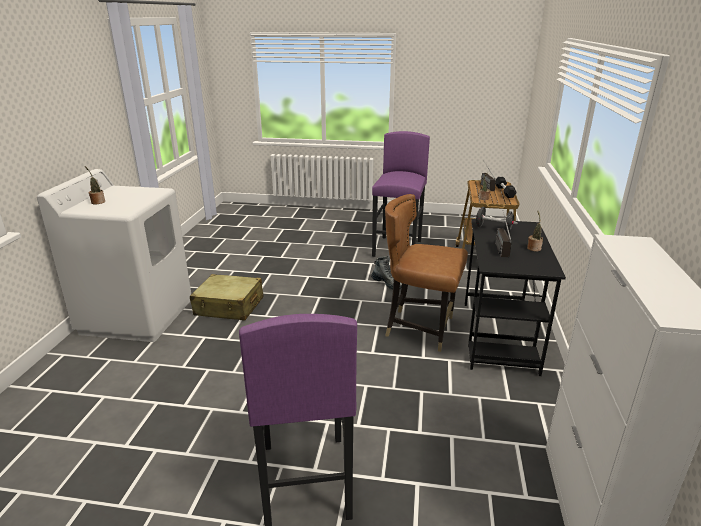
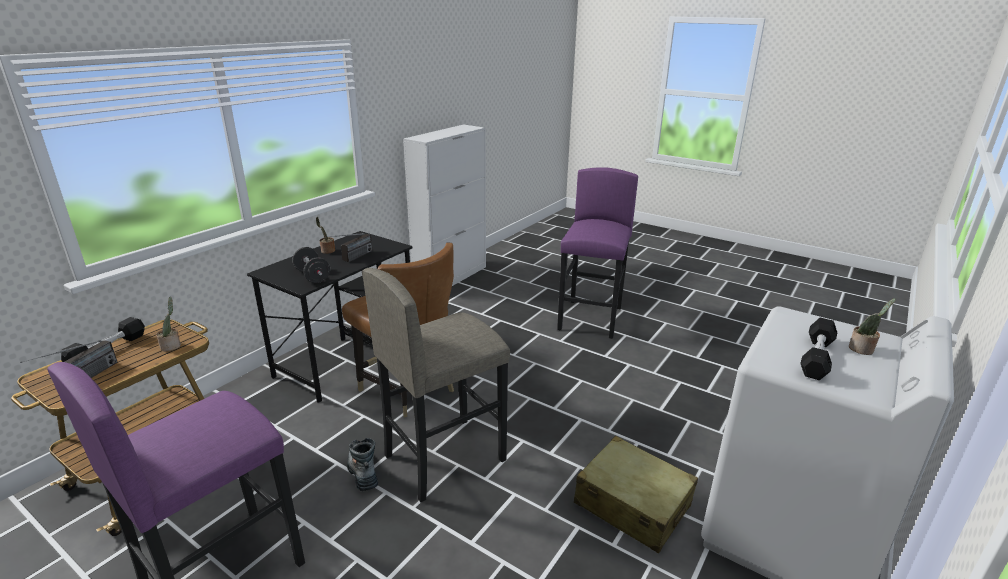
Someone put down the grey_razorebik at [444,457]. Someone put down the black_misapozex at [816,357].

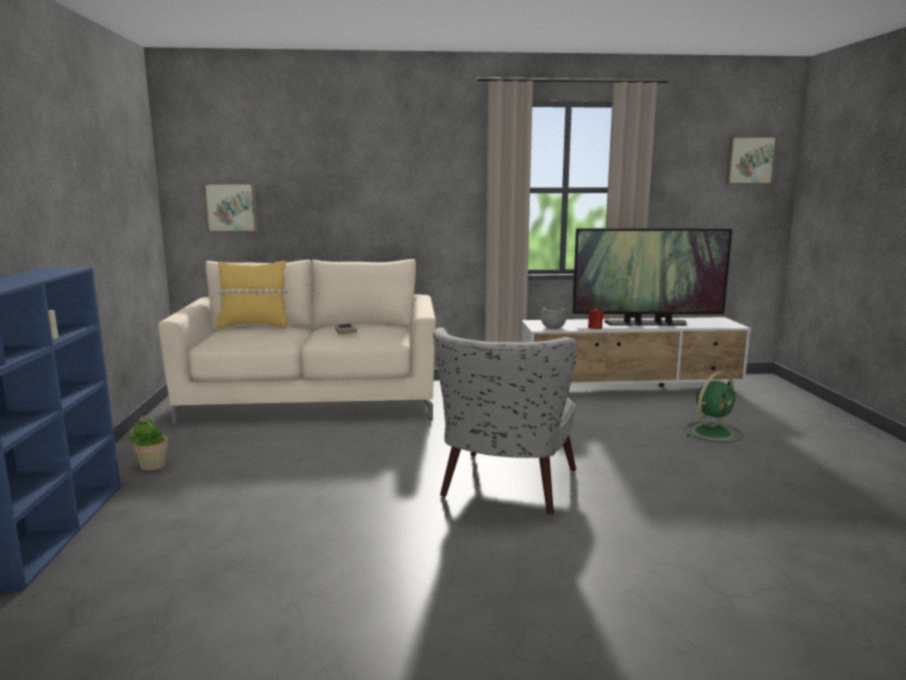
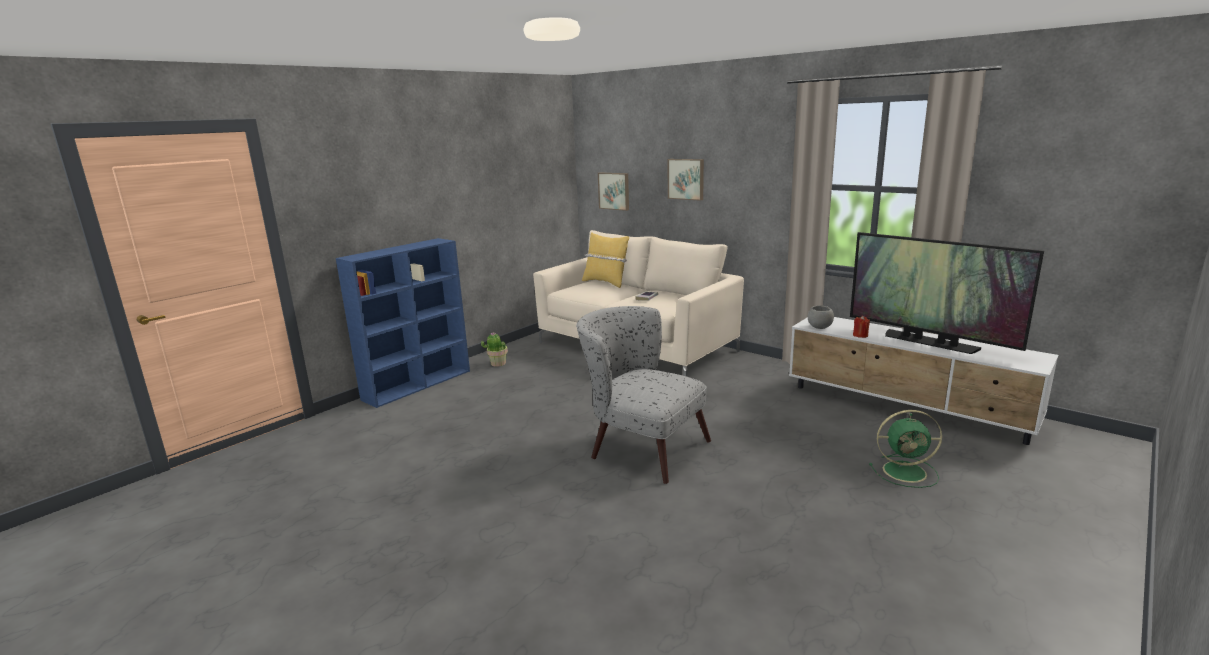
Someone rotated the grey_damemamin at [504,489] by 60 degrees clockwise. Someone carried the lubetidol from [749,160] to [686,179].

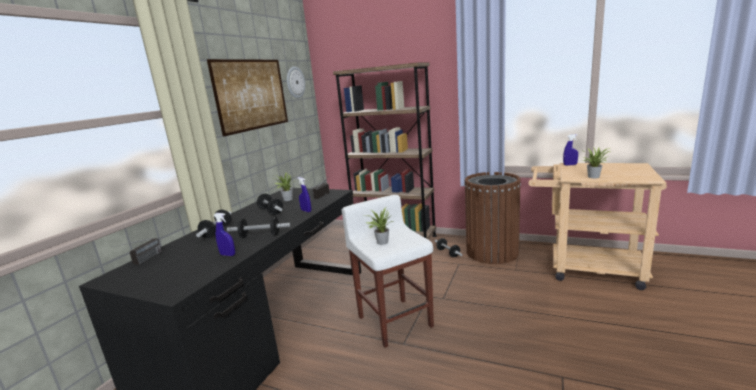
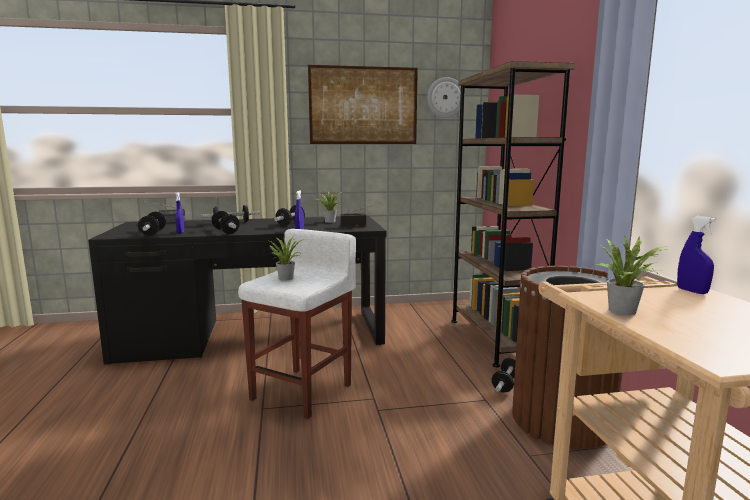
Someone put down the misapozex at [153,233].

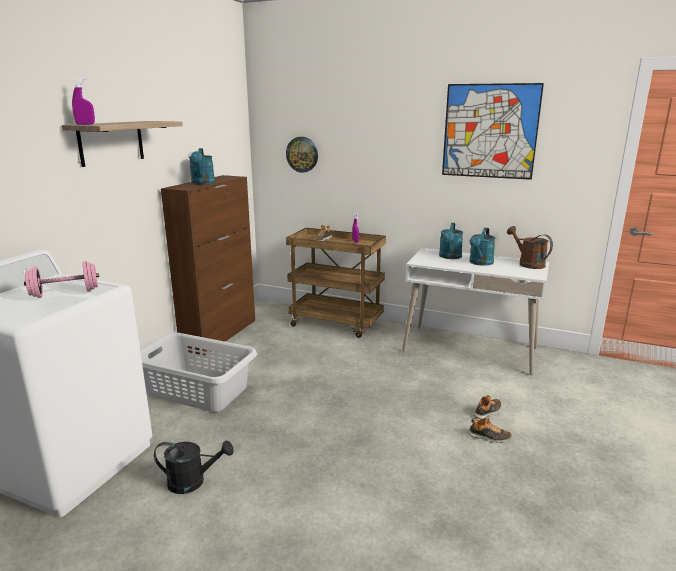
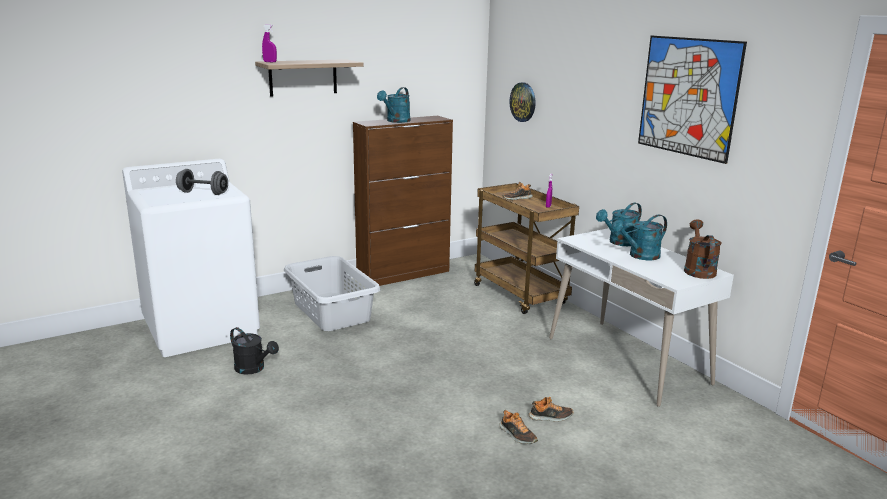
Someone repainted the pink_misapozex at [65,293], which became the grey_misapozex at [203,193].

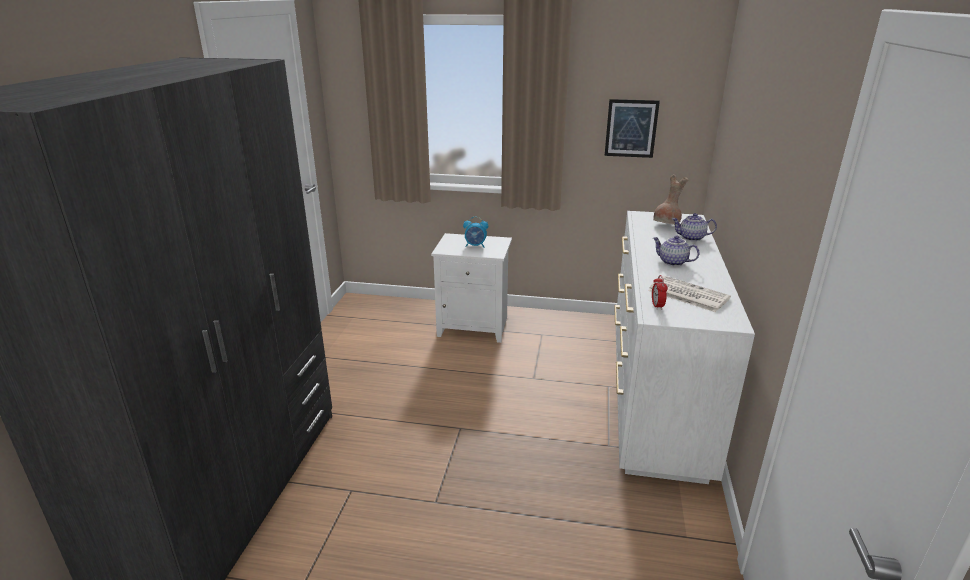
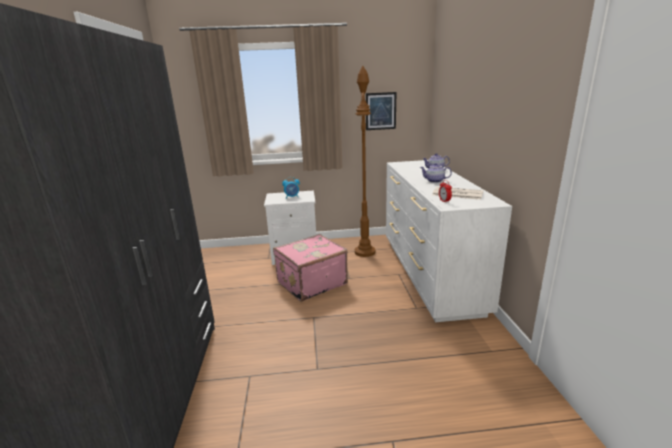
Someone put down the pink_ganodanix at [311,283]. Someone put down the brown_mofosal at [365,252]. Someone took away the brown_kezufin at [667,226].

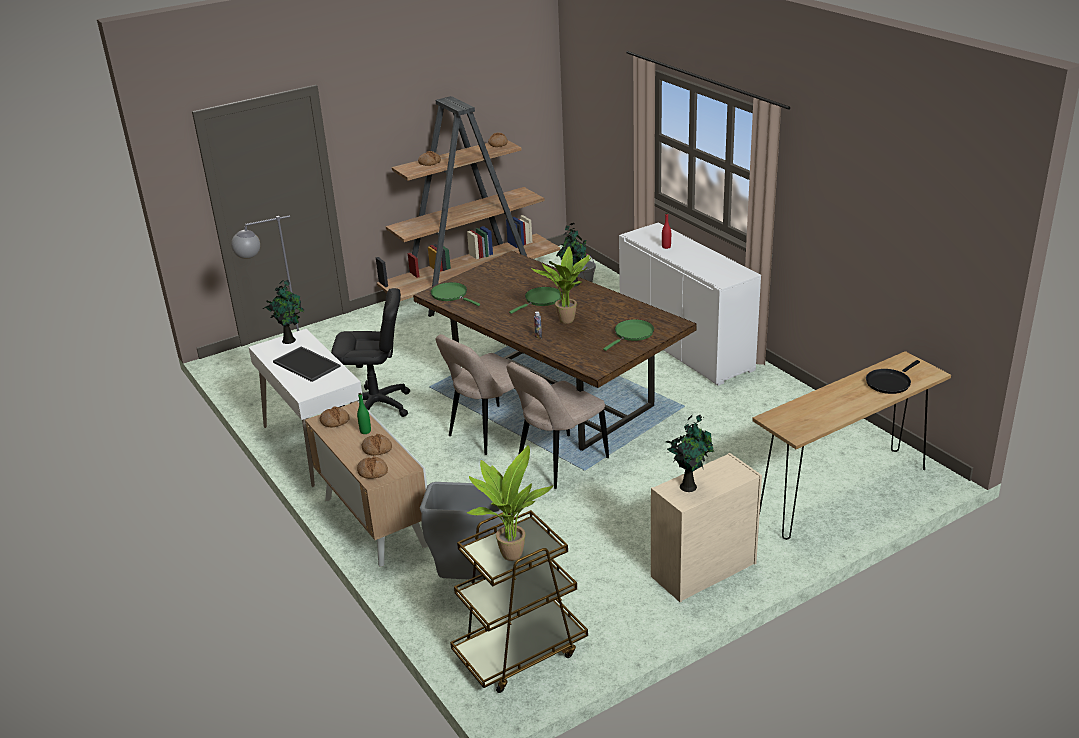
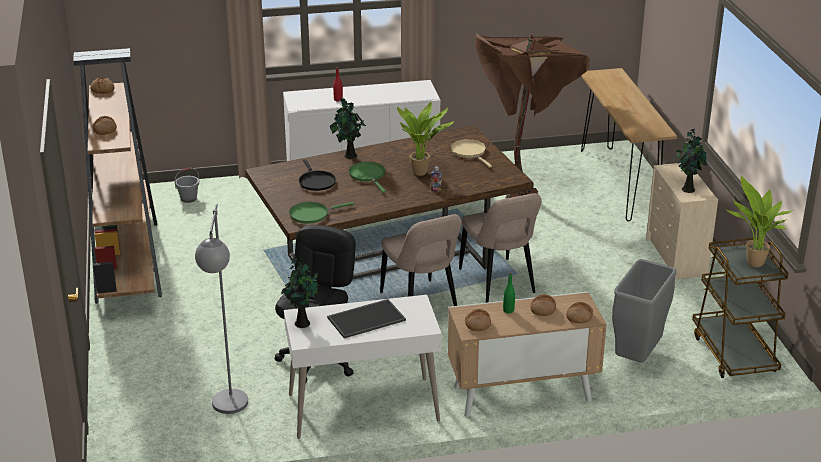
Someone carried the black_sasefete from [889,382] to [316,182]. Someone repainted the green_sasefete at [632,334], which became the beige_sasefete at [469,152]. Someone put down the brown_mofosal at [524,191].

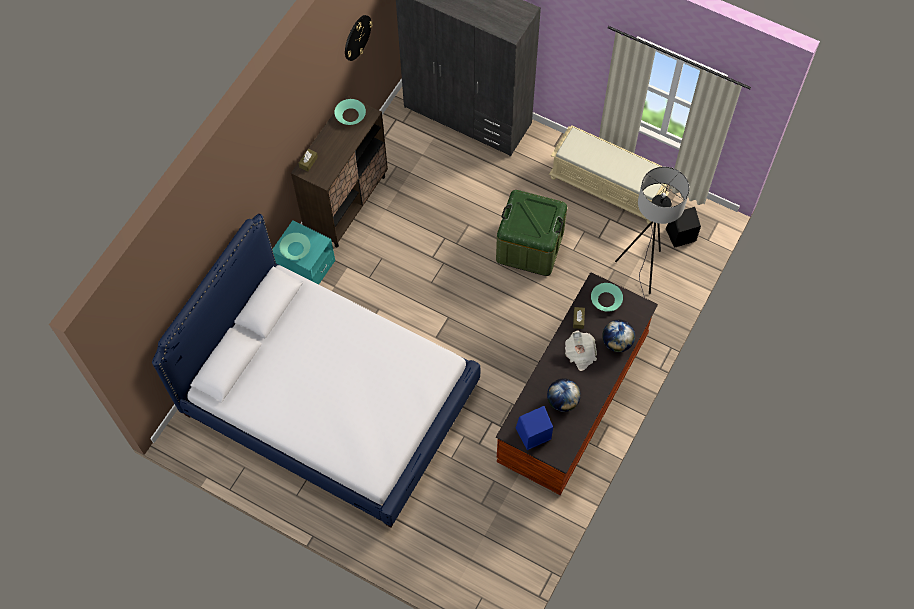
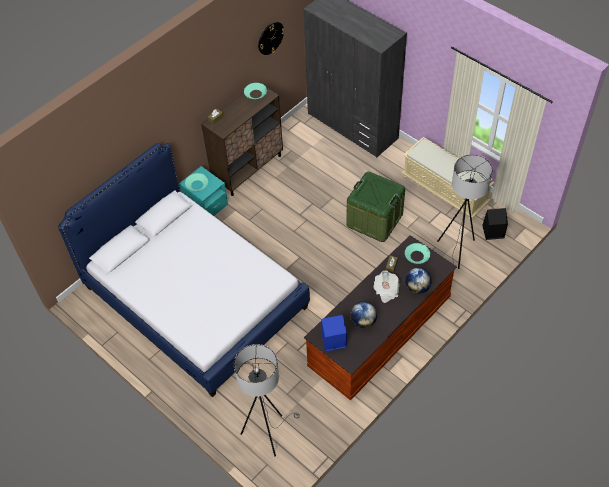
Someone put down the grey_mofosal at [267,432].

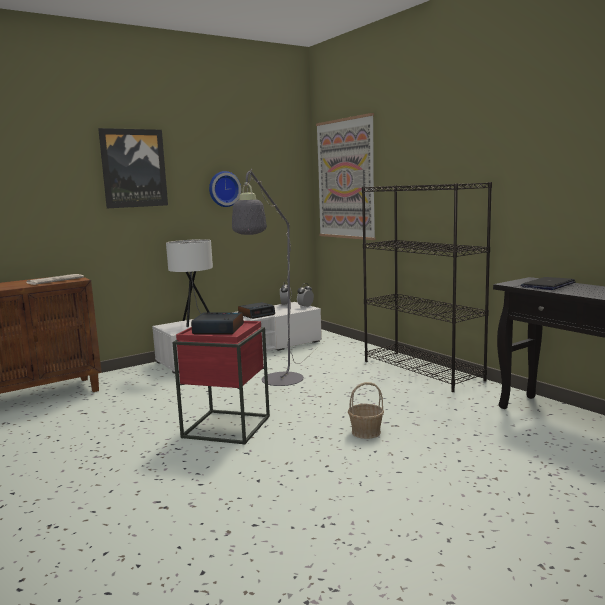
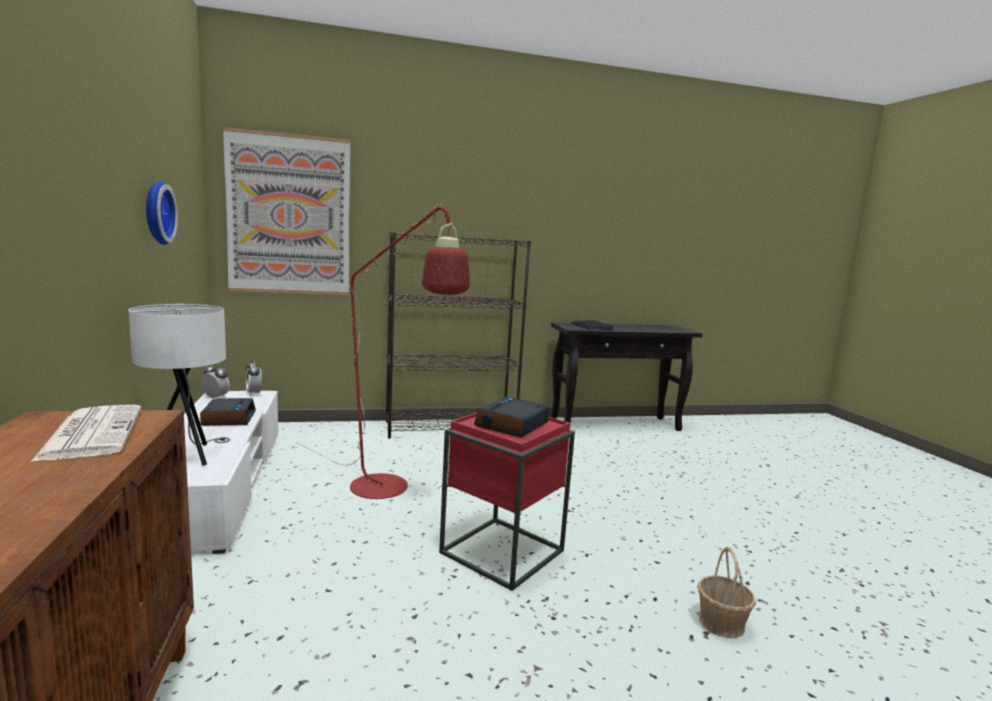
Someone repainted the grey_mofosal at [278,382], which became the red_mofosal at [389,491]. Someone carried the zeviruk from [365,432] to [721,623]. Someone took away the lubetidol at [133,168].

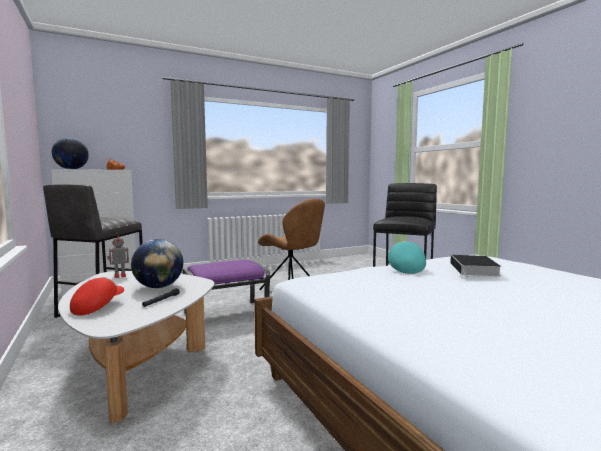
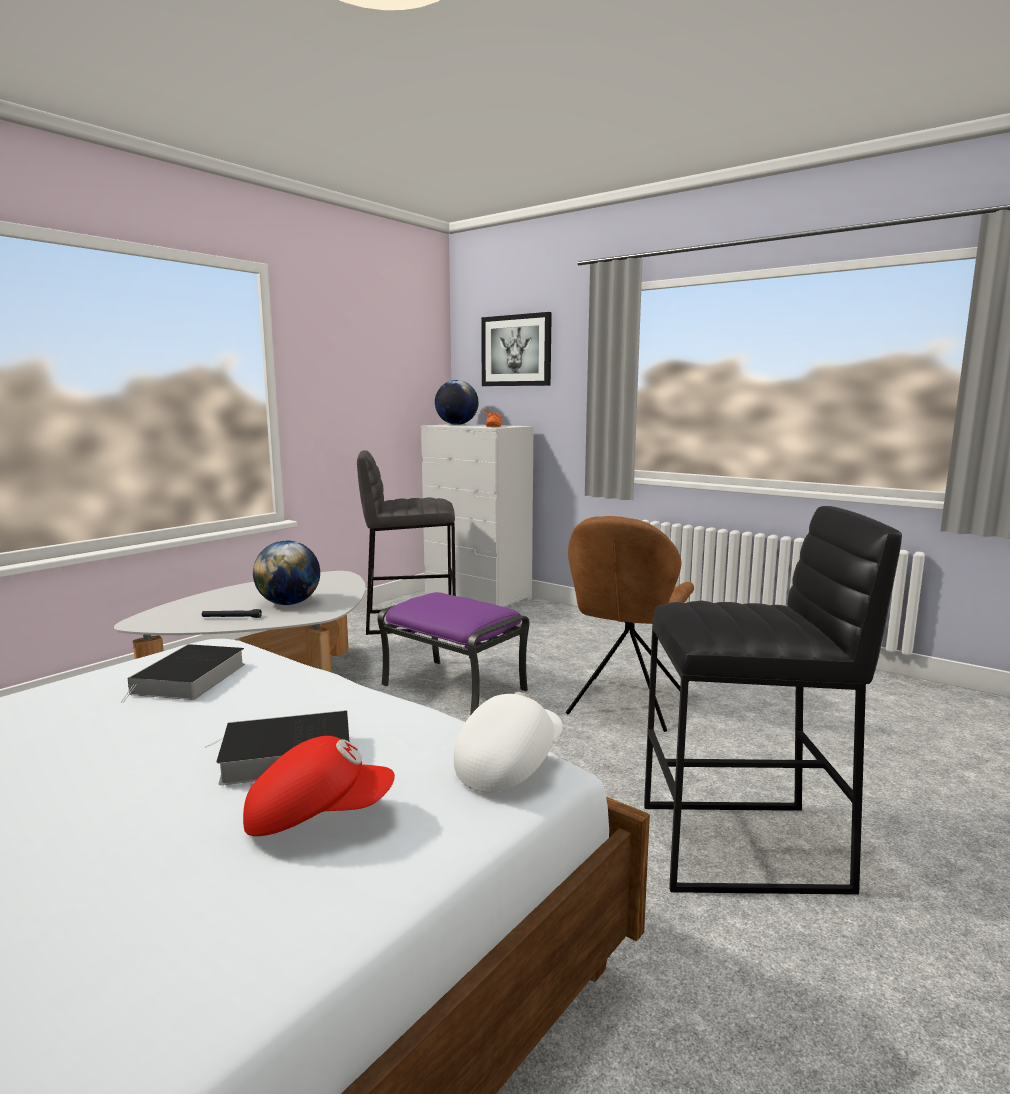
Someone put down the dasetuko at [189,679]. Someone carried the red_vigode from [98,307] to [317,815]. Someone put down the white_vigode at [508,764]. Someone put up the lubetidol at [516,350]. Someone took away the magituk at [119,276]. Someone took away the turquoise_vigode at [404,268].

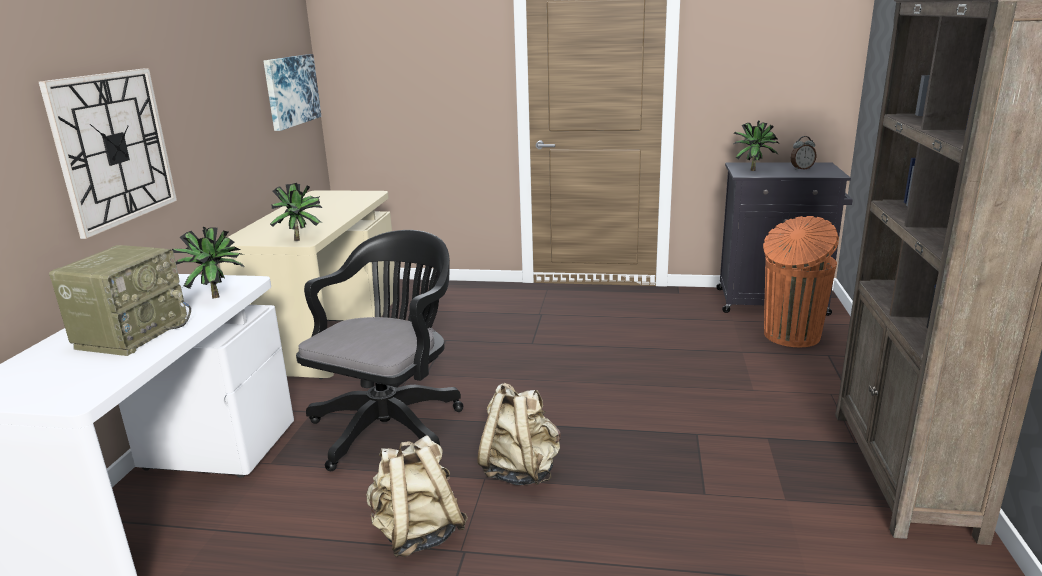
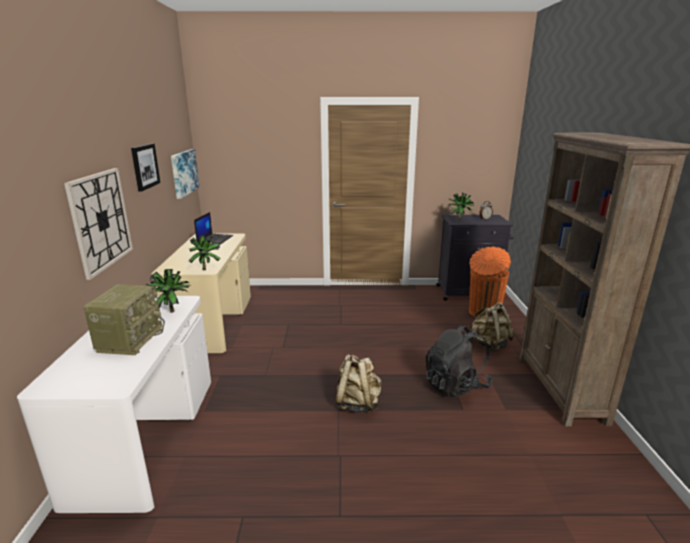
Someone put up the lubetidol at [144,166]. Someone put down the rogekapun at [215,239]. Someone put down the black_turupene at [455,385]. Someone carried the beige_turupene from [417,533] to [489,344]. Someone took away the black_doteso at [391,425].

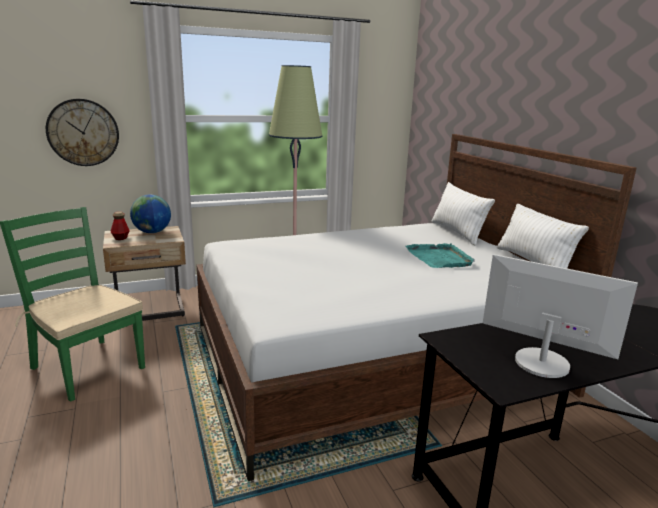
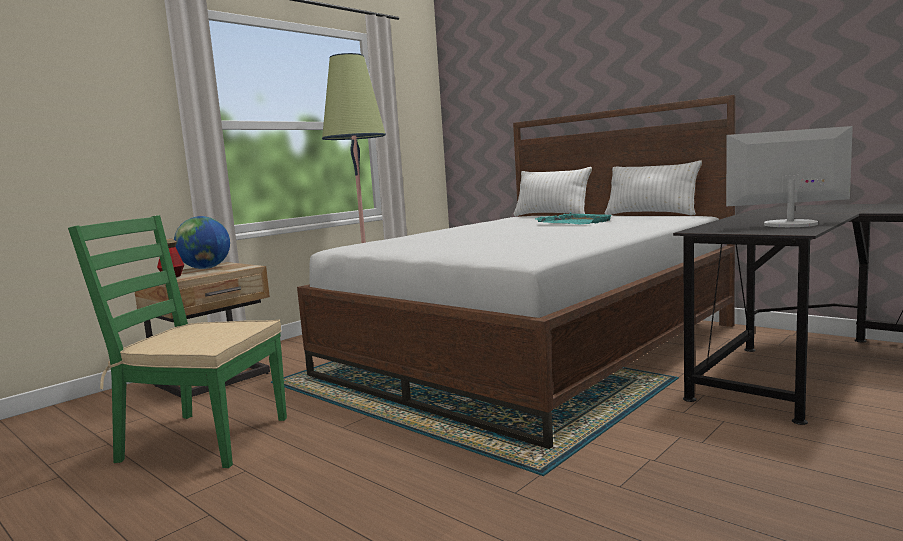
Someone took away the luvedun at [83,132].

